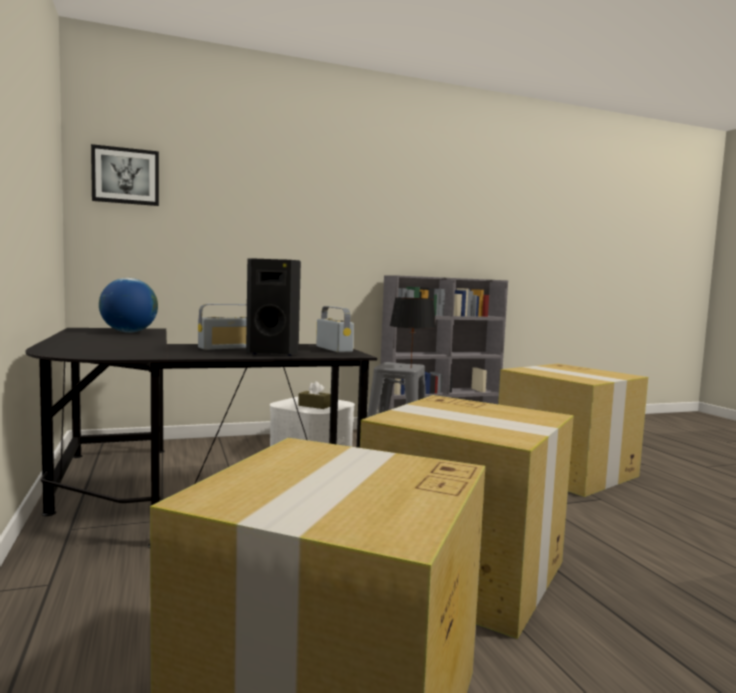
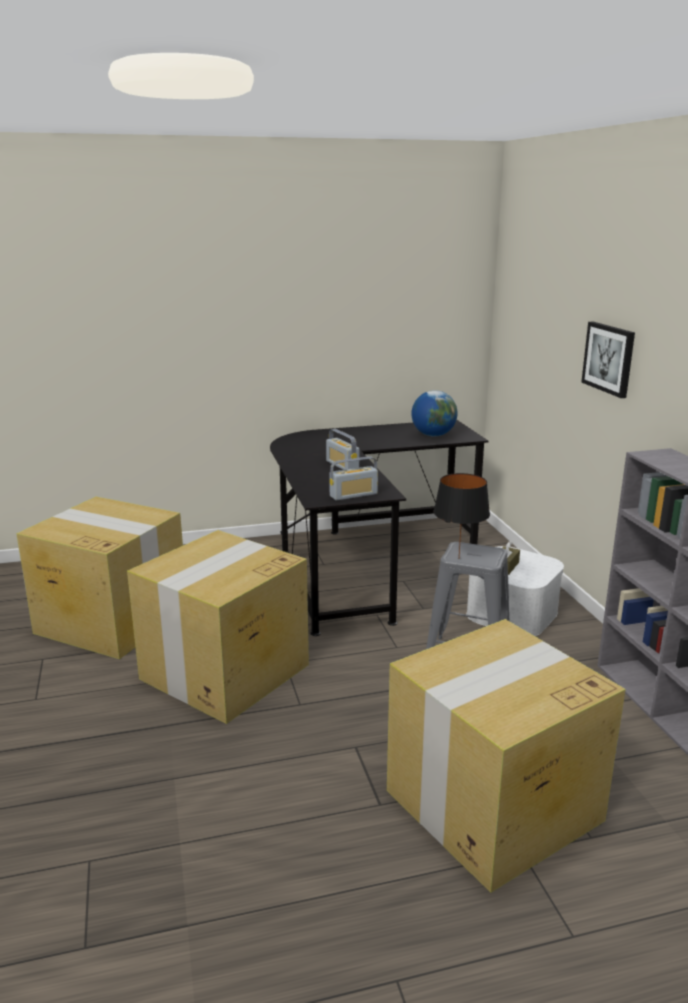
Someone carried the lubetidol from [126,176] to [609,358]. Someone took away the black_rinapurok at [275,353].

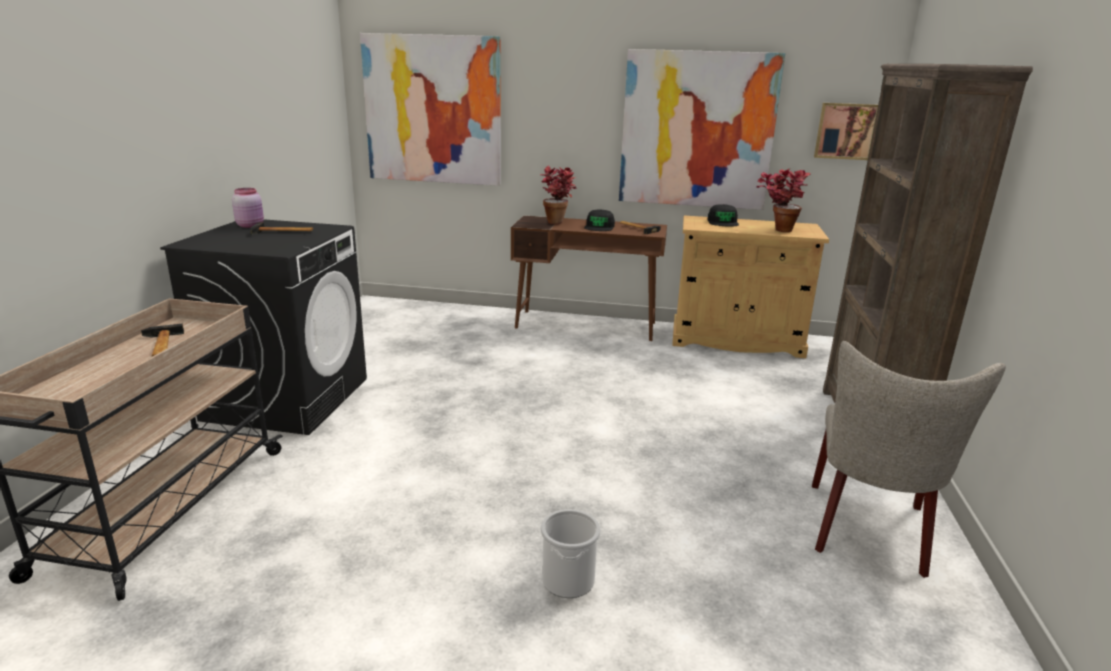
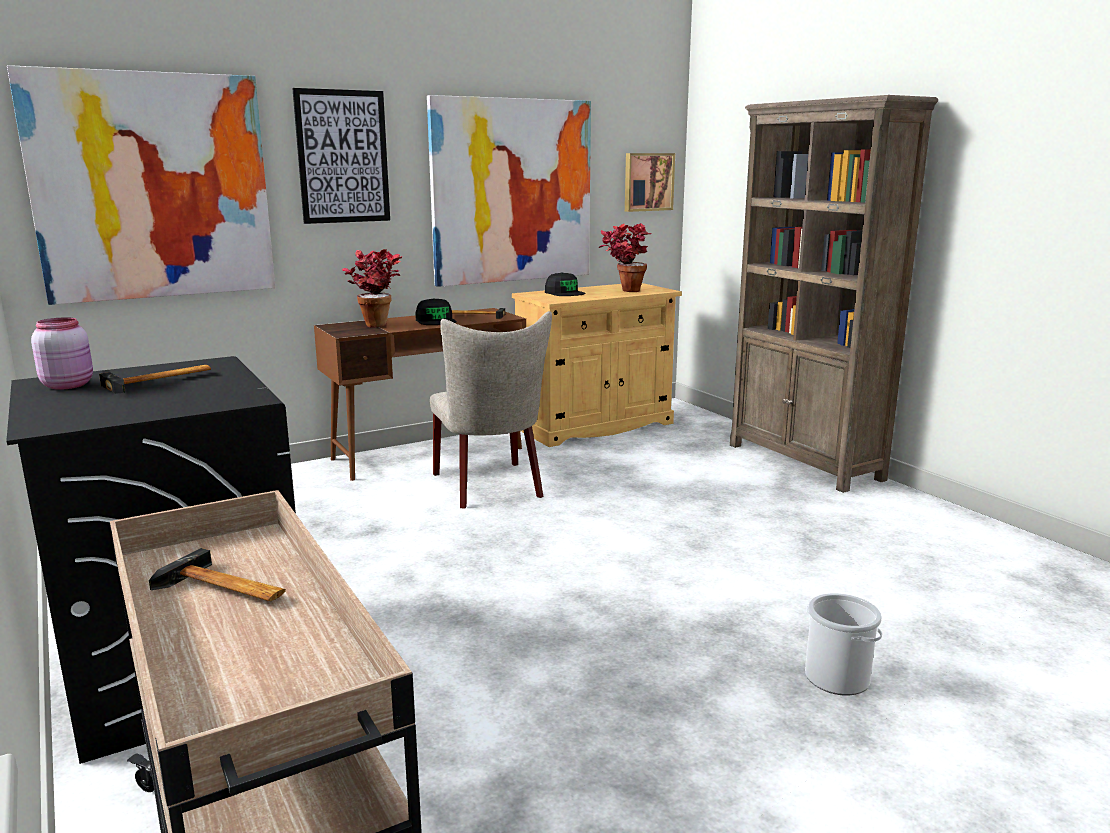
Someone put up the lubetidol at [343,157]. Someone carried the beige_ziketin from [868,533] to [491,487].

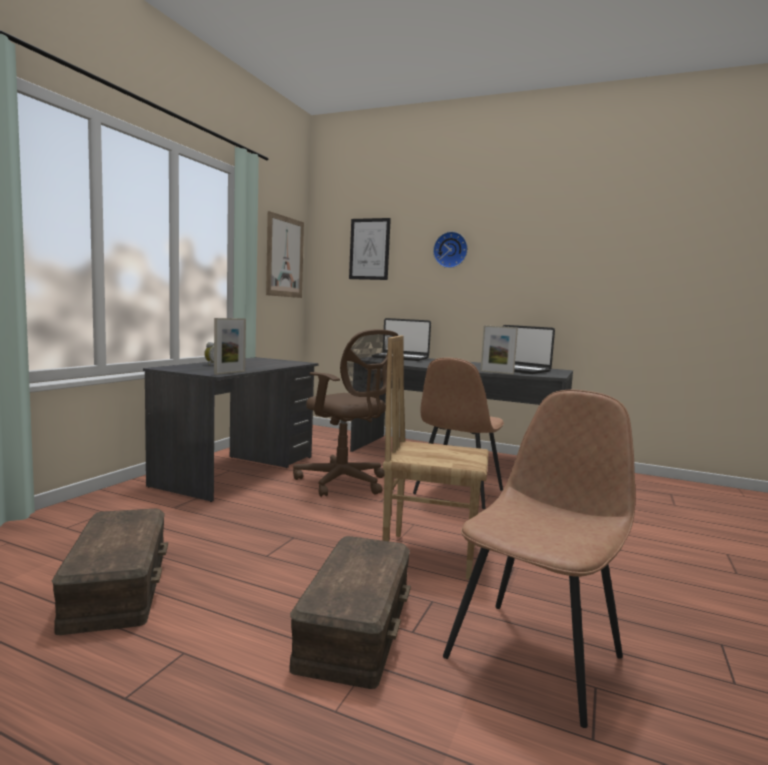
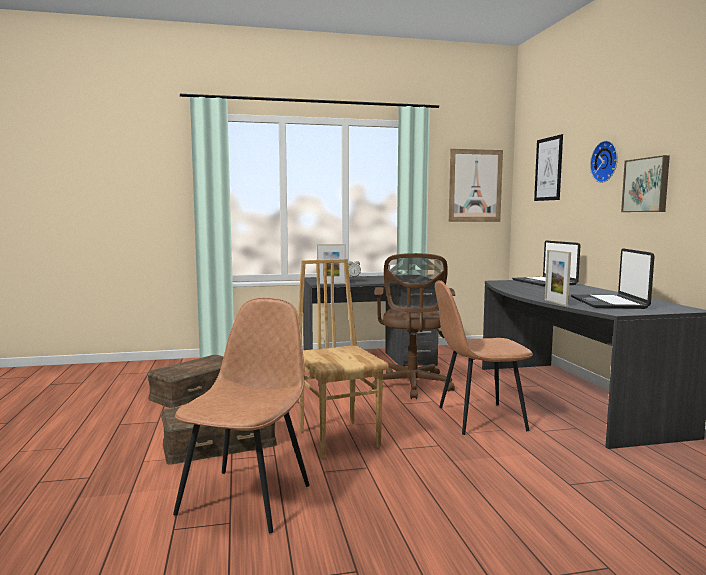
Someone rotated the brown_ziketin at [536,655] by 75 degrees counterclockwise. Someone put up the lubetidol at [647,185].

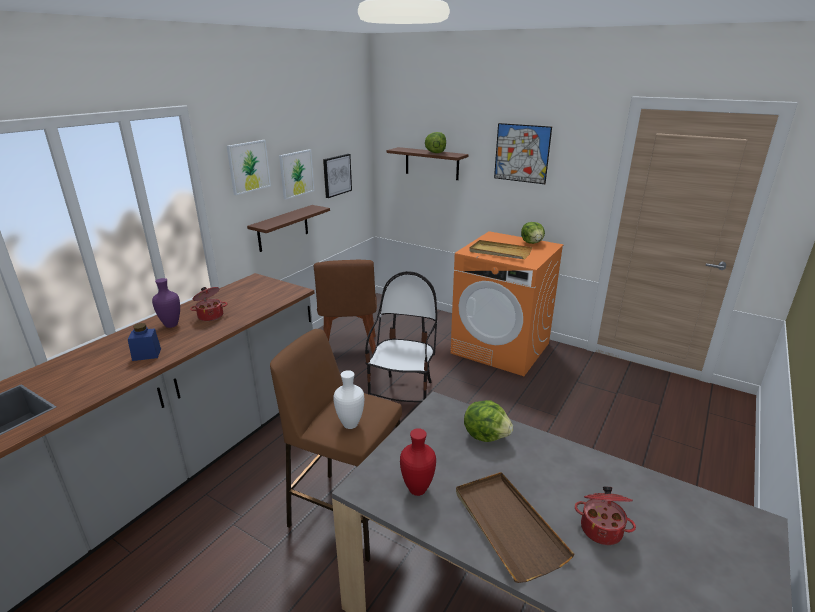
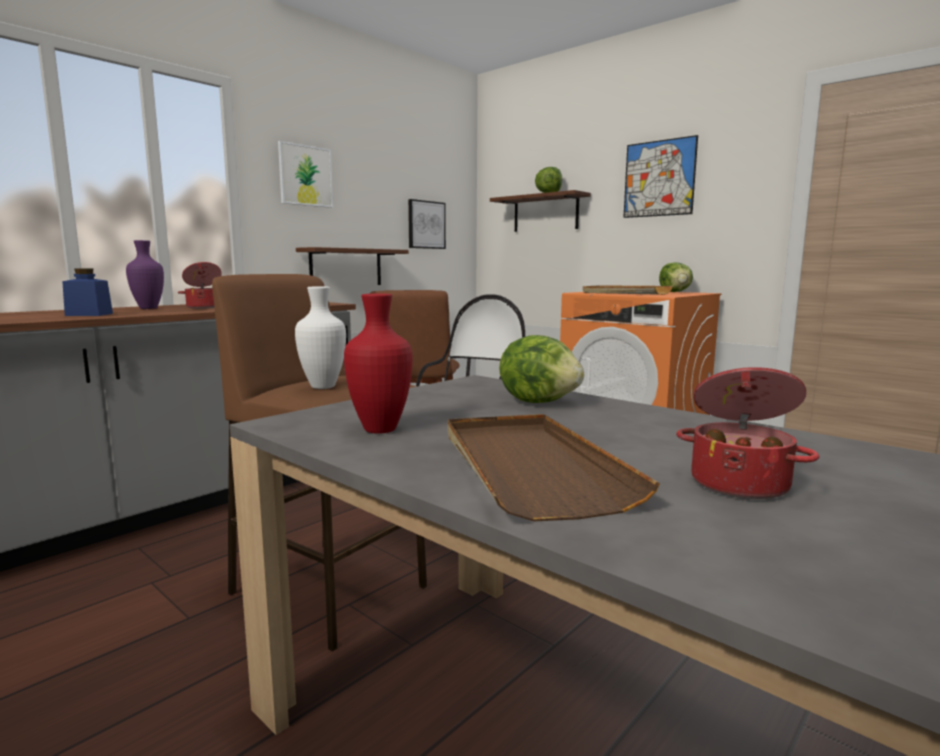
Someone took away the lubetidol at [296,173].

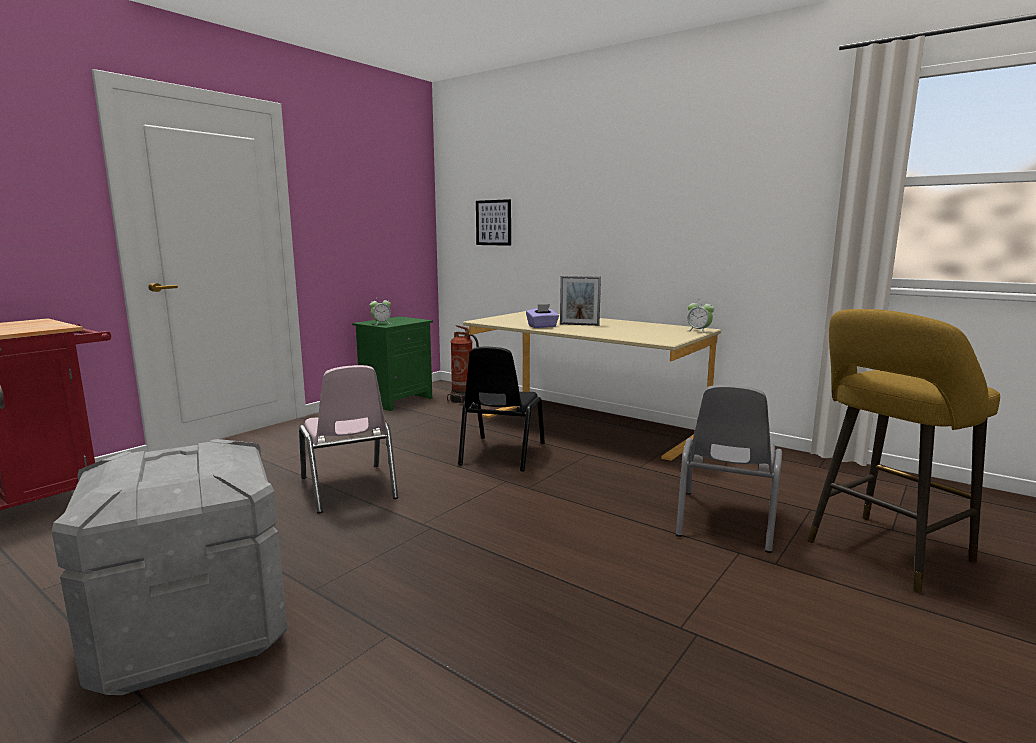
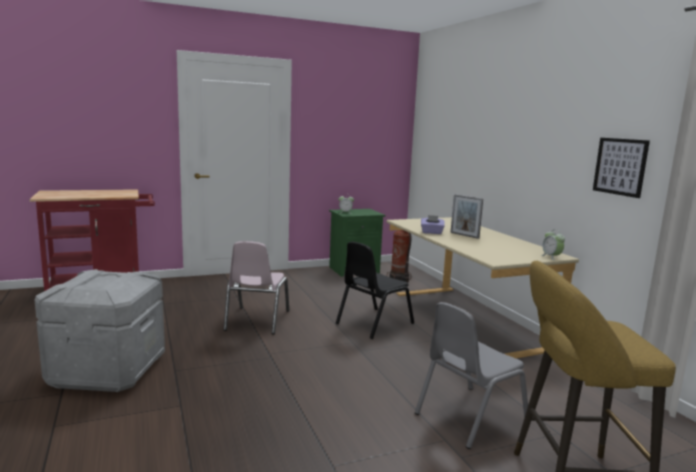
Someone carried the lubetidol from [493,222] to [620,166].

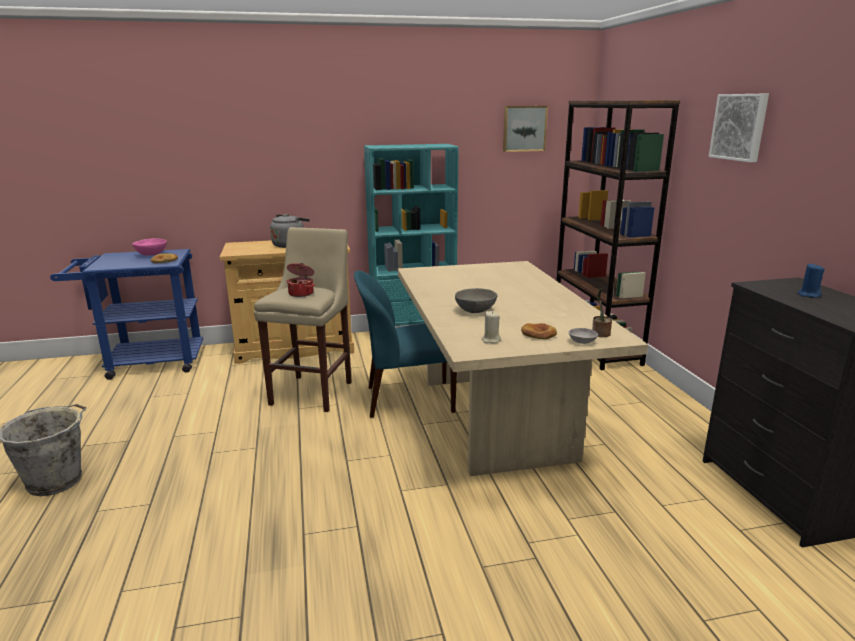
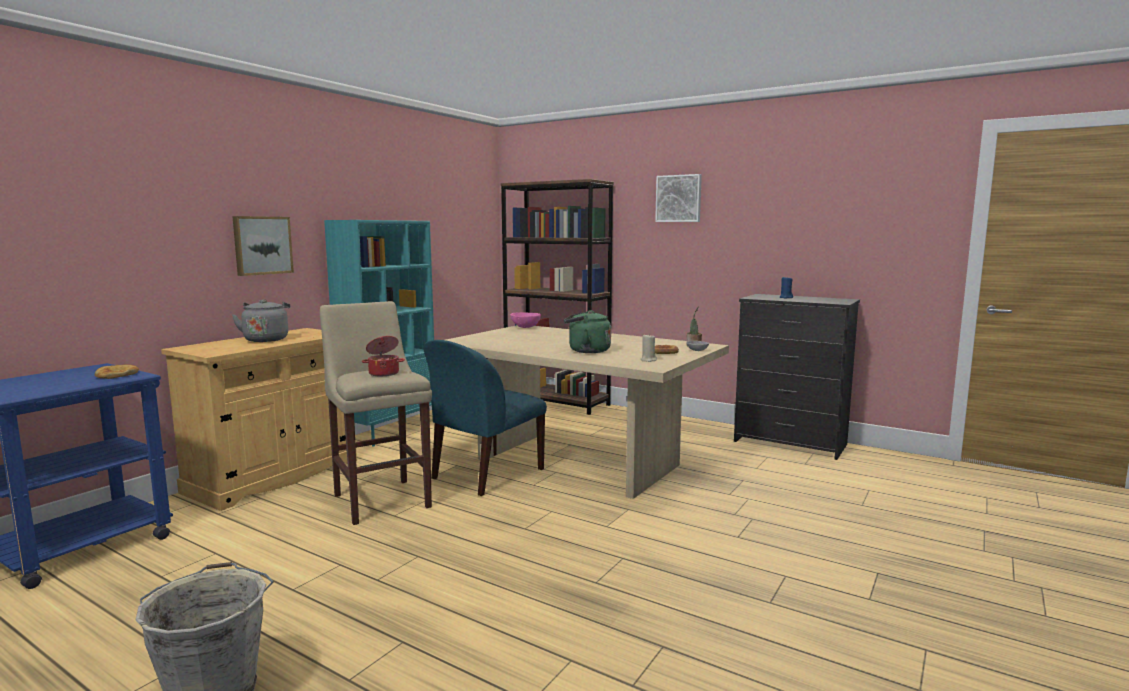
Someone carried the lubetidol from [524,128] to [262,245]. Someone carried the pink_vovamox from [151,255] to [525,327]. Someone swapped the grey_vovamox at [476,311] for the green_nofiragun at [586,351].

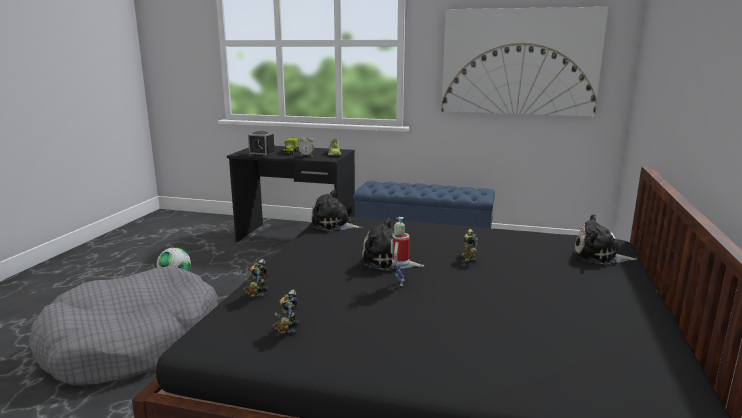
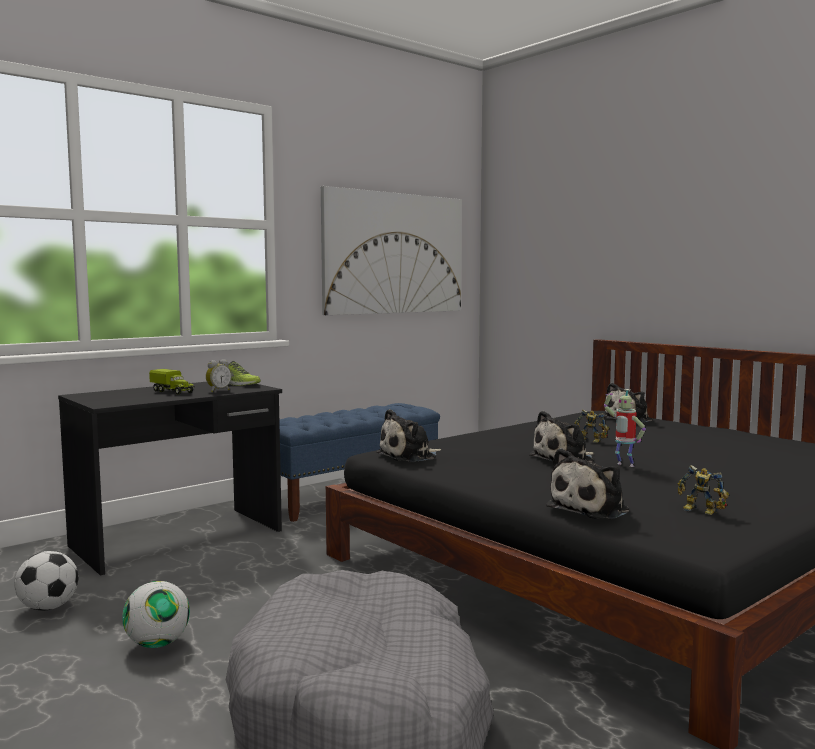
Someone put down the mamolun at [48,607]. Someone swapped the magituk at [257,293] for the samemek at [591,508]. Someone took away the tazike at [261,154].

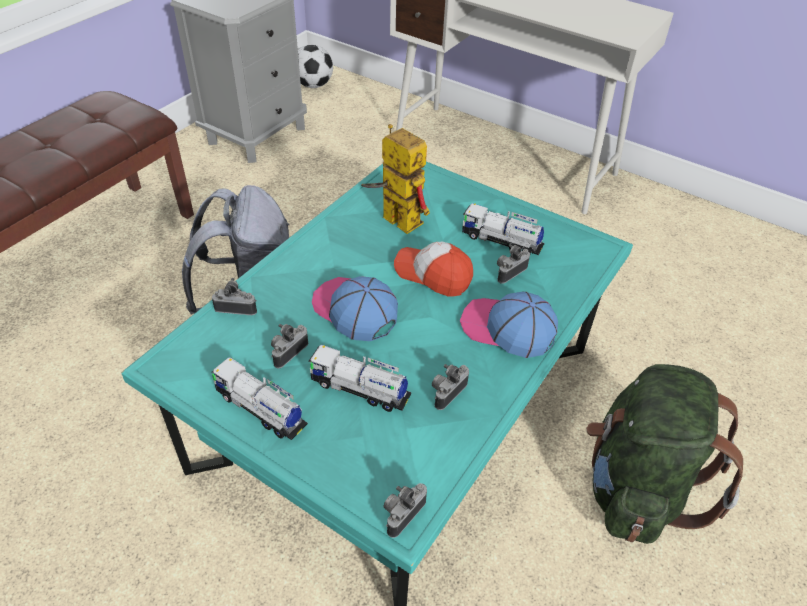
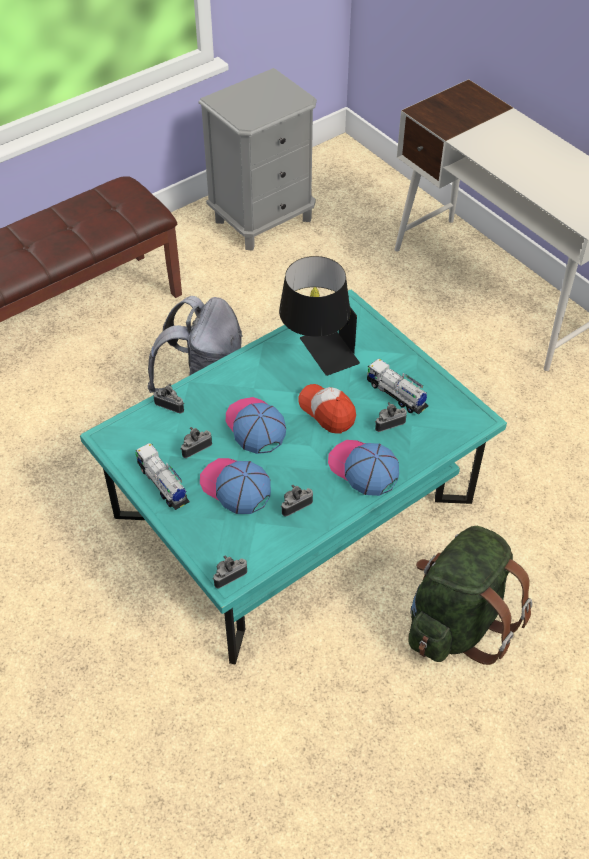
Someone swapped the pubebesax at [360,389] for the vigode at [235,487]. Someone swapped the magituk at [393,218] for the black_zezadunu at [317,355]. Someone took away the mamolun at [314,85].

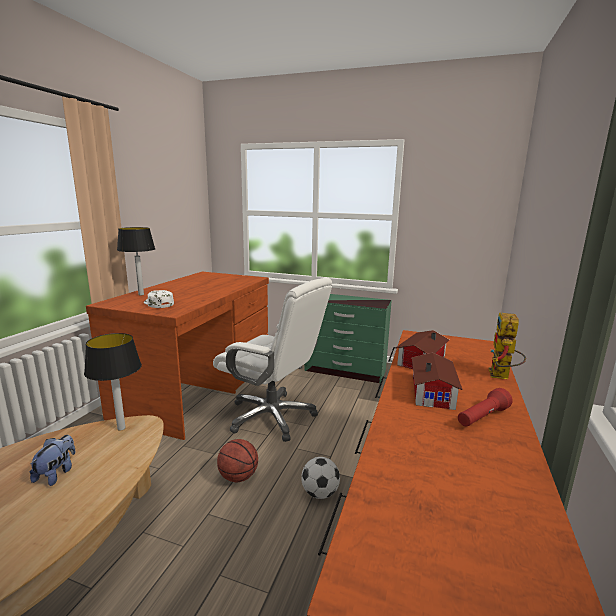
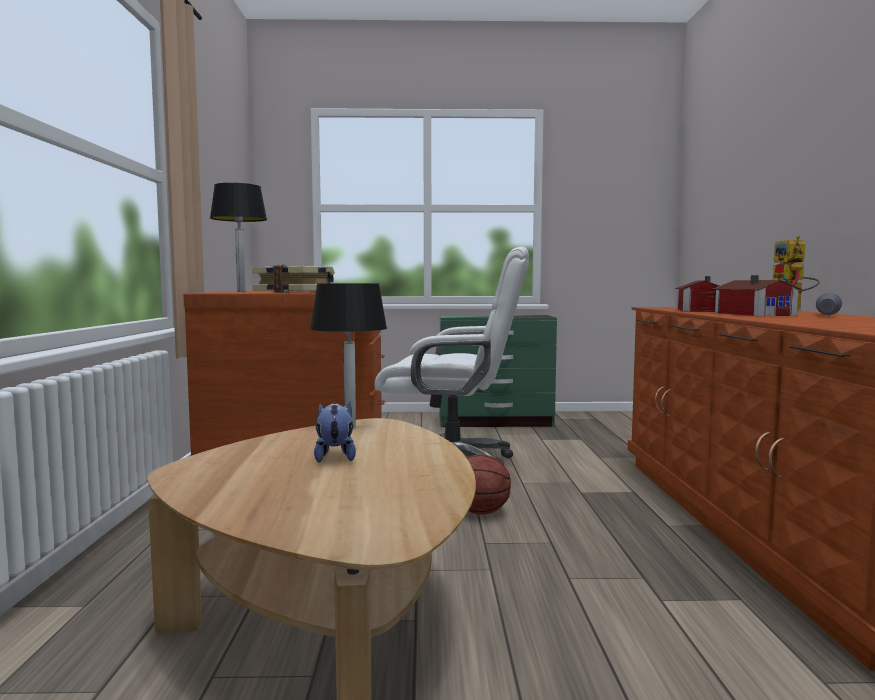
Someone swapped the white_vigode at [158,304] for the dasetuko at [295,292]. Someone repainted the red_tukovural at [482,417], which became the grey_tukovural at [827,316]. Someone took away the mamolun at [320,493].

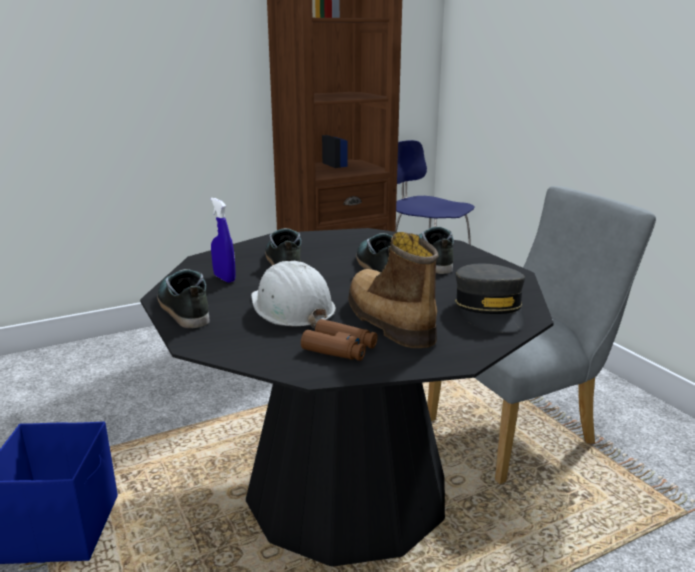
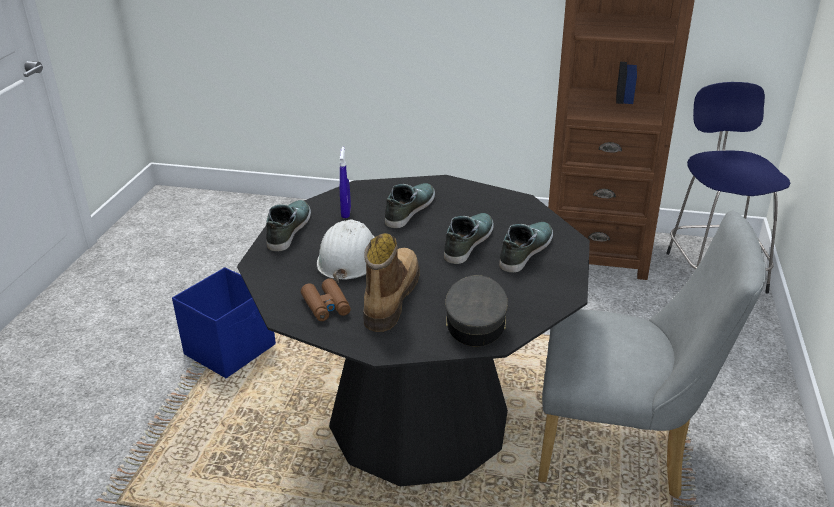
Someone rotated the grey_vigode at [489,311] by 150 degrees clockwise.

